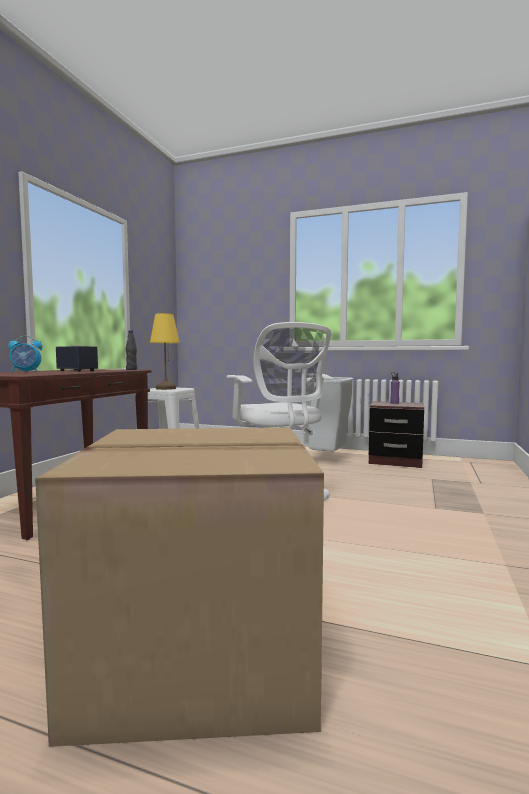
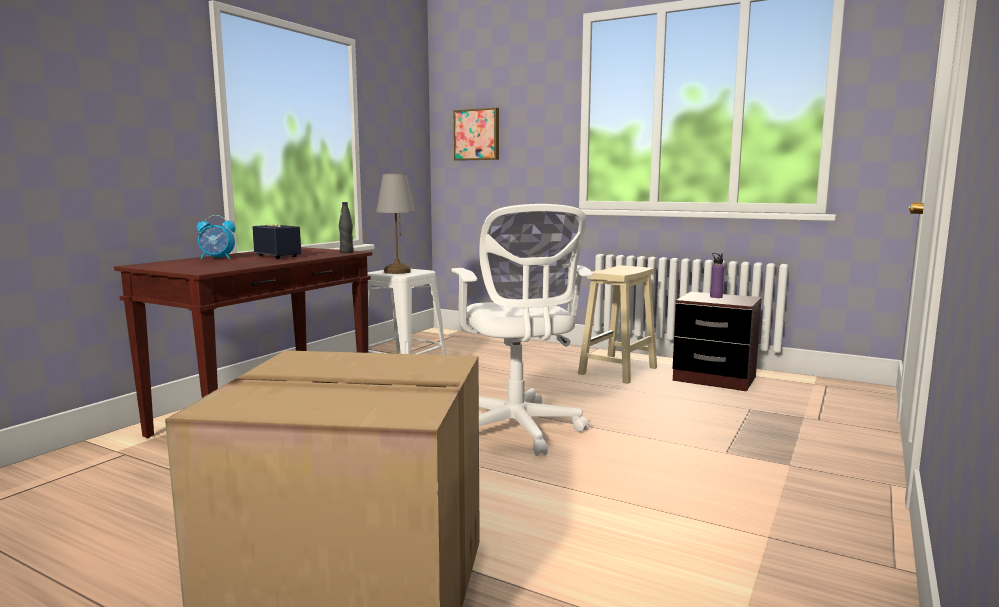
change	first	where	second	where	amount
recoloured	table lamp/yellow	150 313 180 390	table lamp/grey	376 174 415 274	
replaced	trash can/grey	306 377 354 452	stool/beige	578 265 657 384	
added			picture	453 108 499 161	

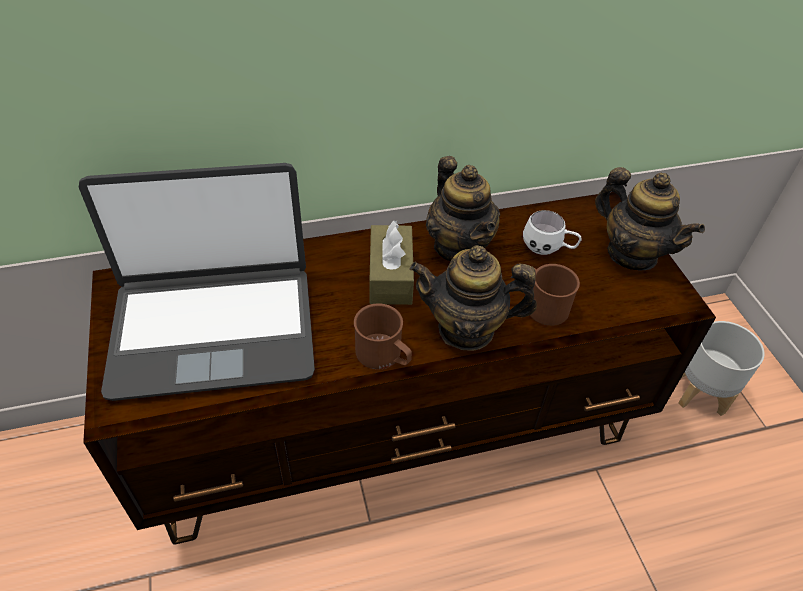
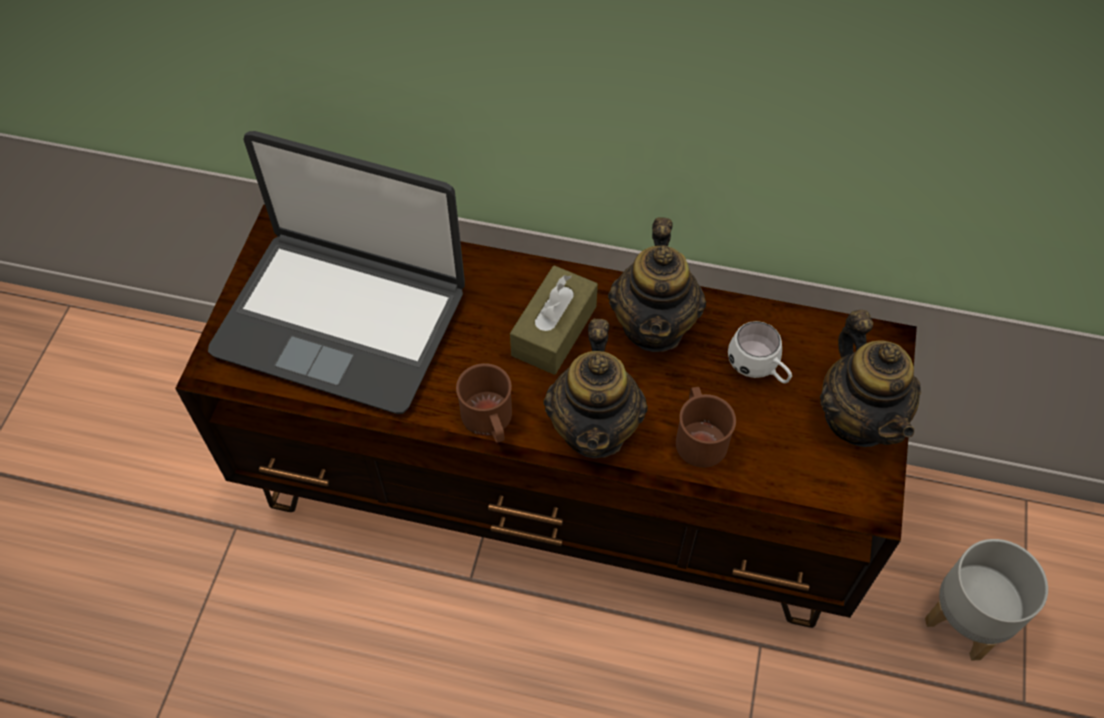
change	first	where	second	where	amount
turned	teapot	410 245 537 351		544 319 648 458	120 degrees counterclockwise

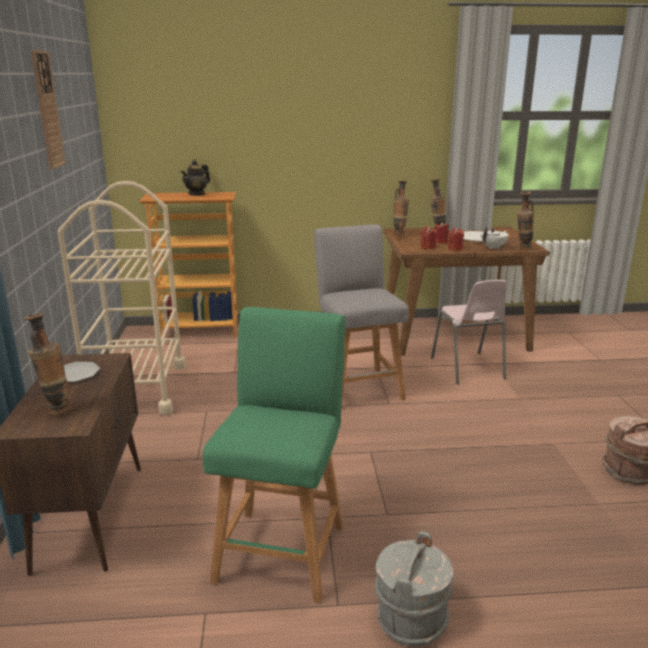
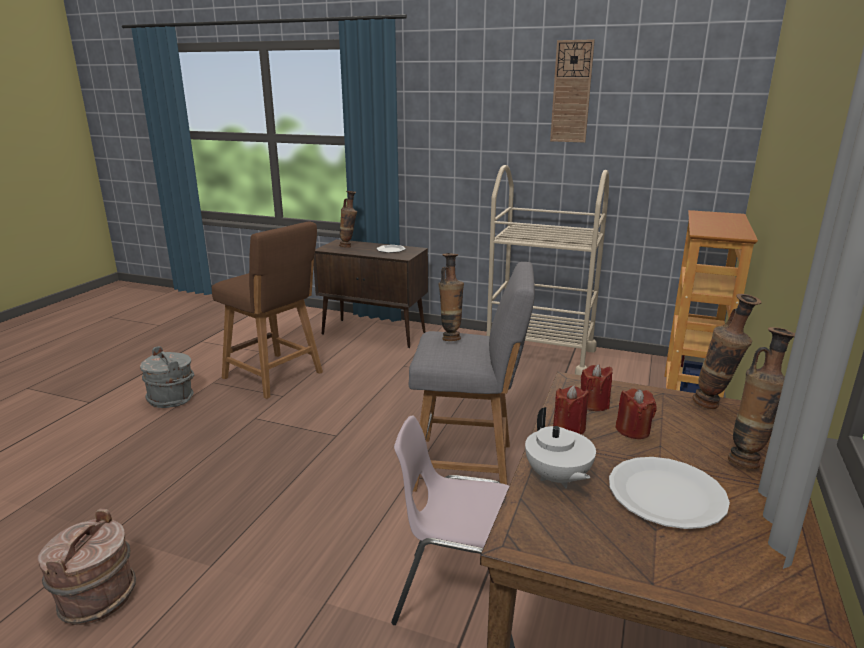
change	first	where	second	where	amount
removed	teapot	181 159 210 196			
recoloured	stool/green	203 307 345 603	stool/brown	212 222 323 399	
moved	vase	517 191 535 250		438 253 464 341	

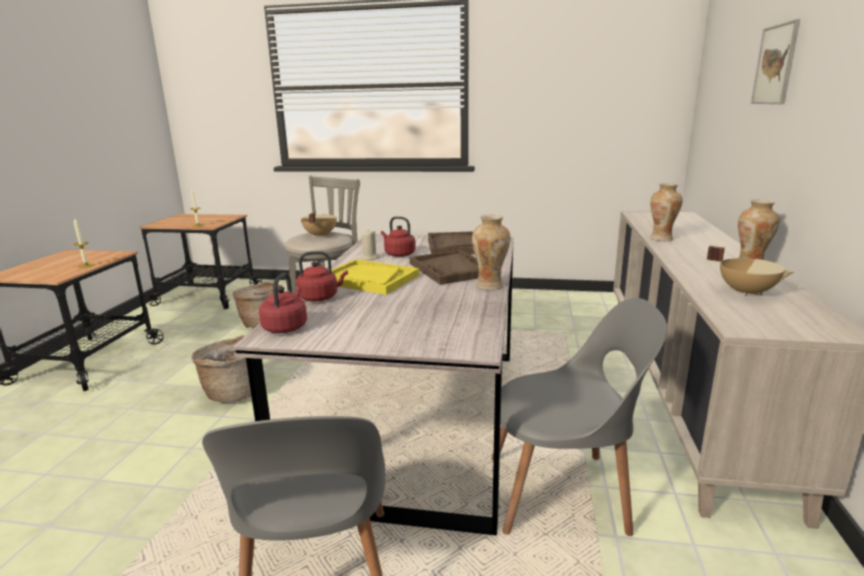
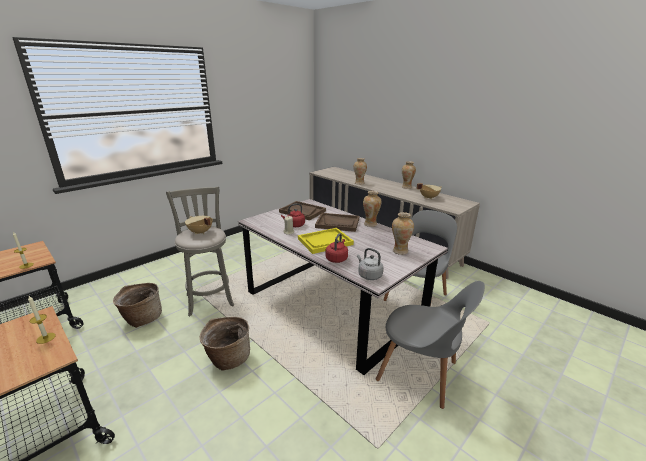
change	first	where	second	where	amount
recoloured	kettle/red	259 273 307 333	kettle/grey	357 248 383 280	
removed	picture	751 19 800 104			
added			vase	392 212 414 255	

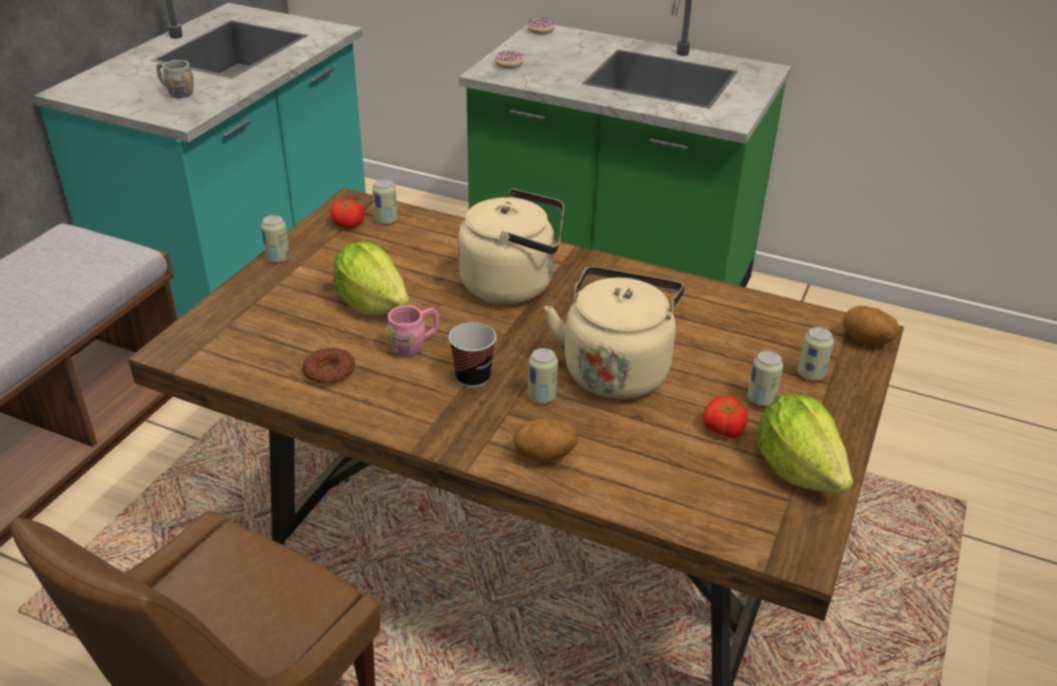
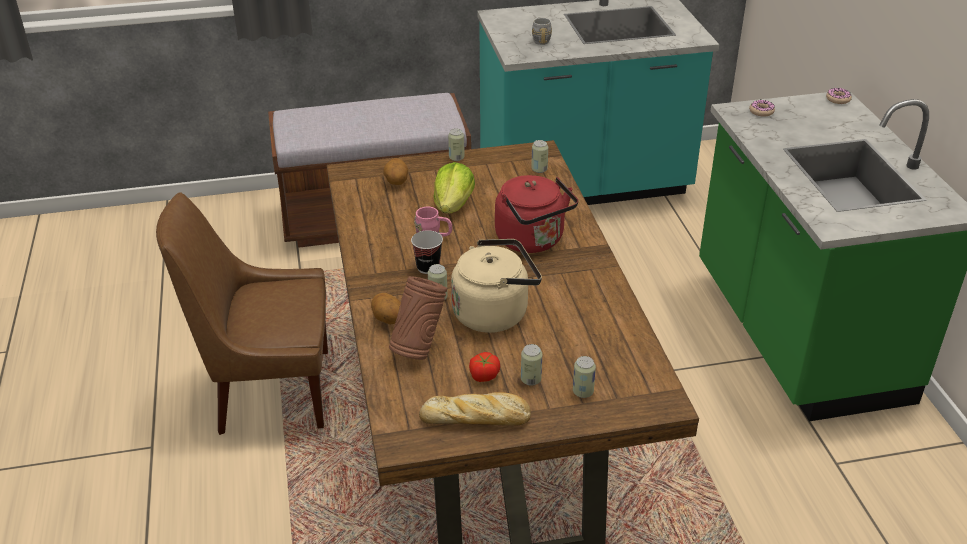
change	first	where	second	where	amount
removed	donut	303 348 355 385			
removed	tomato	331 200 365 229			
recoloured	kettle/beige	458 189 564 304	kettle/red	495 175 578 253	
replaced	lettuce	757 394 853 493	bread	419 392 531 426	
moved	potato	843 306 900 345		383 158 408 185	
added			vase/brown	389 276 447 360	

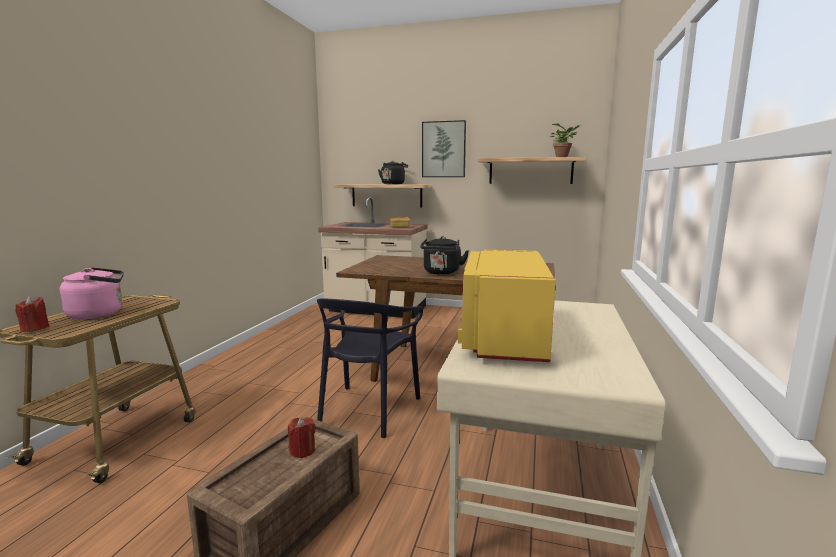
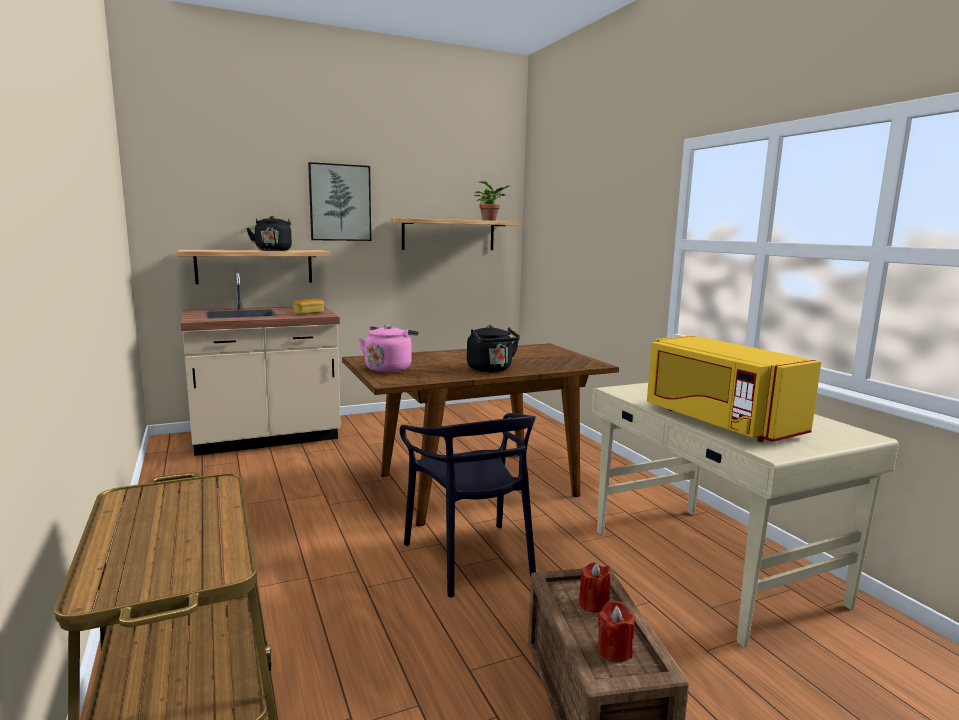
change	first	where	second	where	amount
moved	candle/red	15 296 49 332		598 601 635 662	
moved	kettle/pink	59 267 124 319		359 325 419 373	

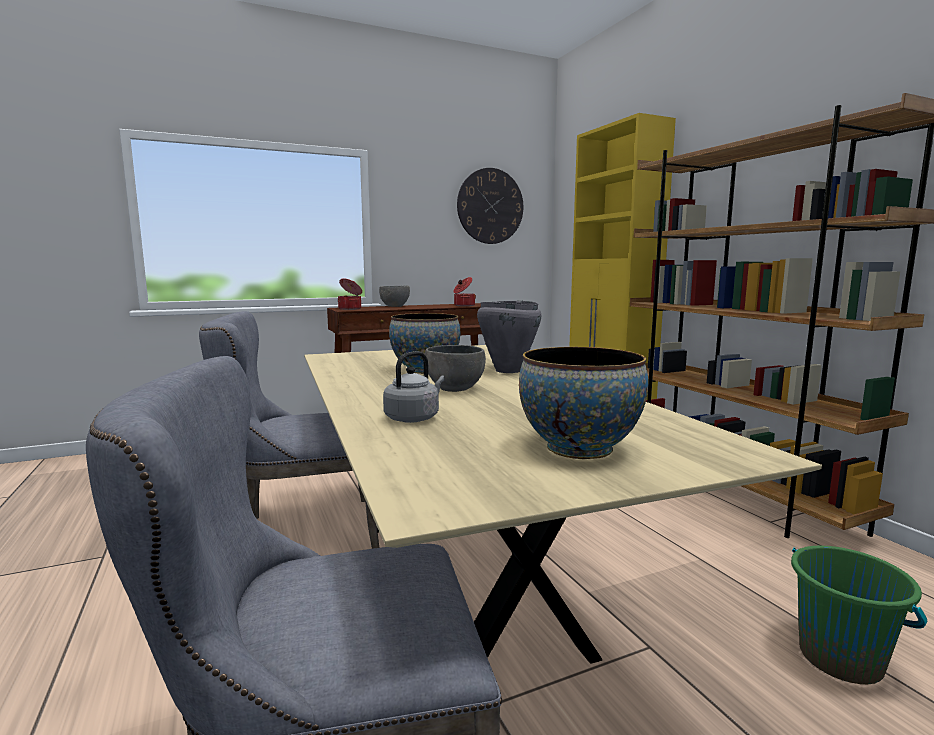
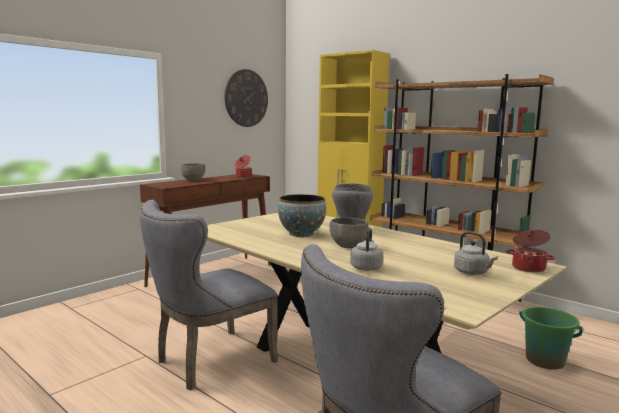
change	first	where	second	where	amount
moved	cooking pot	337 278 362 310		506 230 555 273	
replaced	bowl	519 347 648 459	kettle/grey	454 232 498 275	

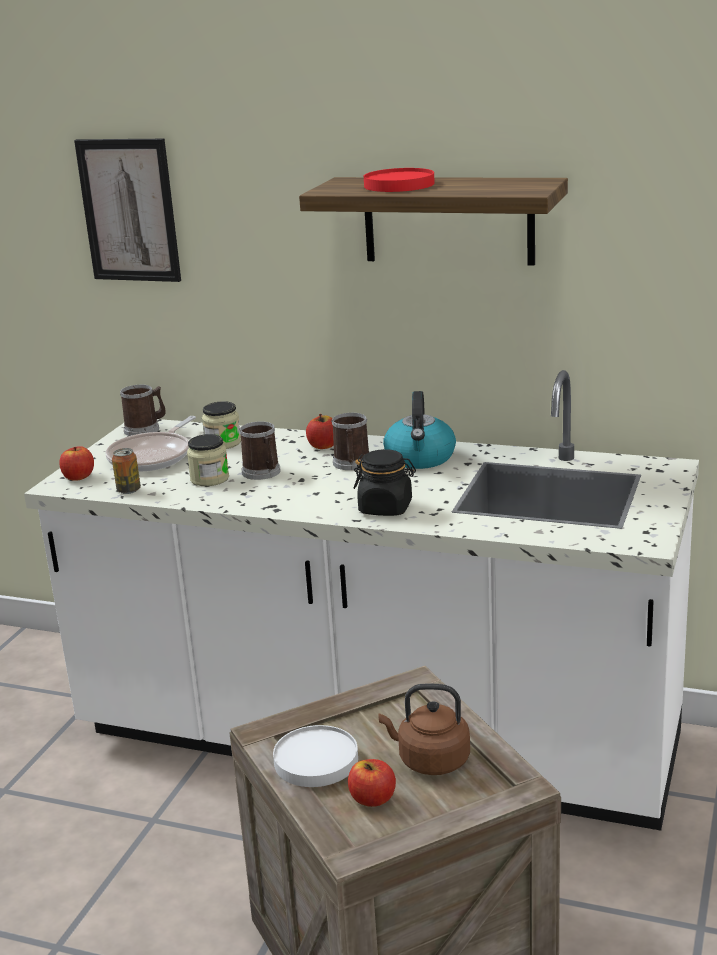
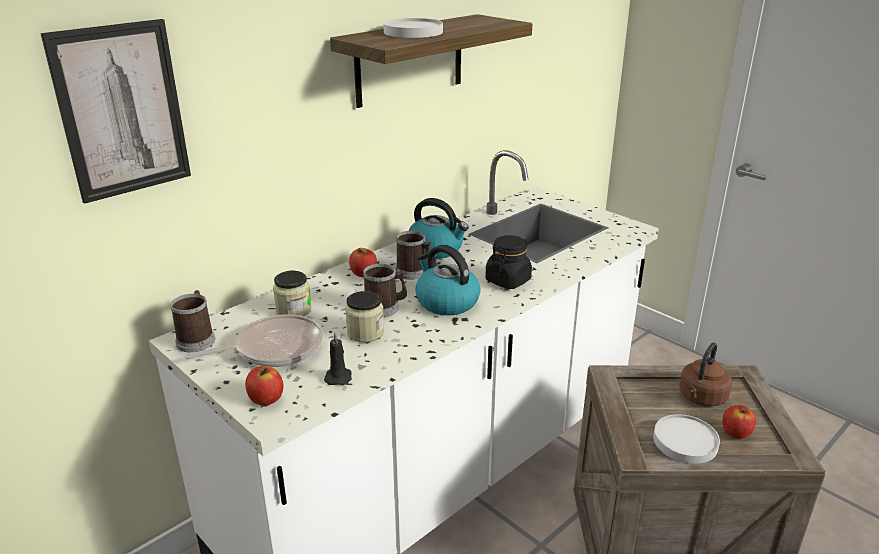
change	first	where	second	where	amount
turned	frying pan	105 416 196 472		185 314 323 367	75 degrees counterclockwise
replaced	can	112 448 141 494	candle/black	324 333 352 385	
recoloured	plate/red	364 168 435 192	plate/white	383 18 443 38	
added			kettle	415 245 481 315	

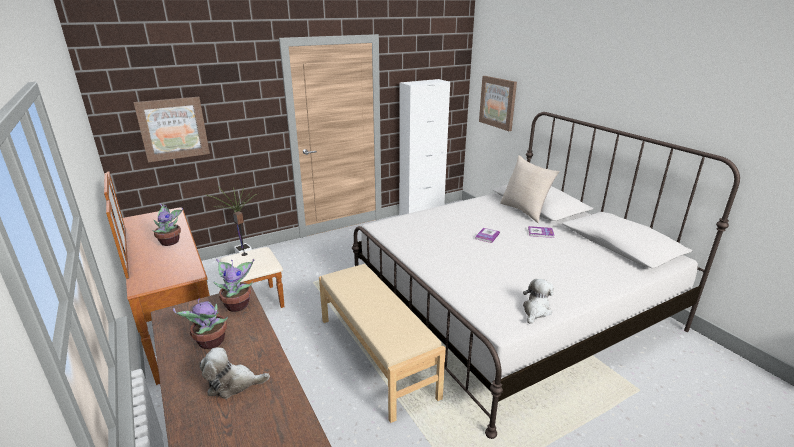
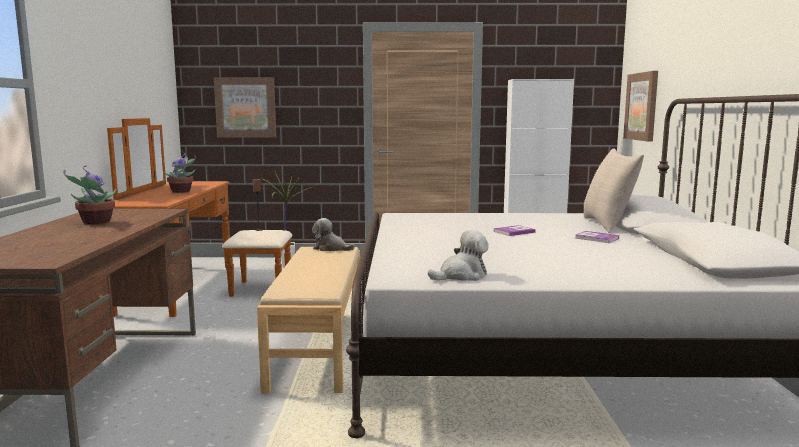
change	first	where	second	where	amount
moved	plush toy	200 348 270 399		312 218 355 251	
removed	potted plant	213 259 255 312			

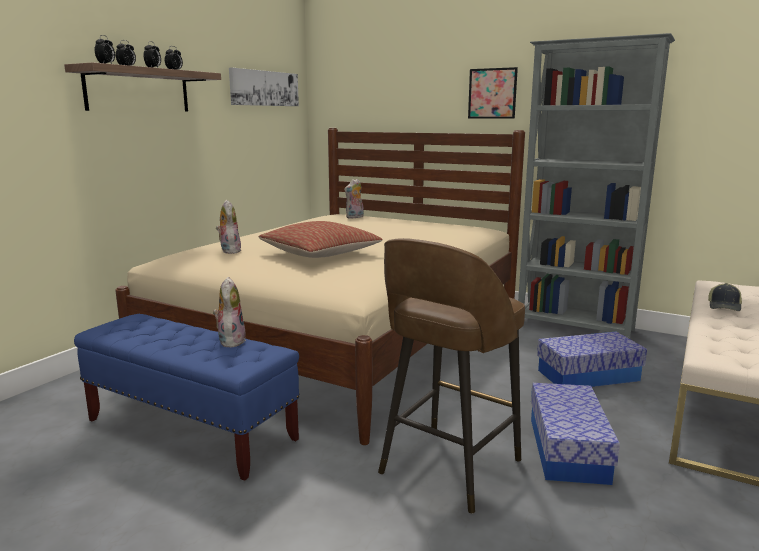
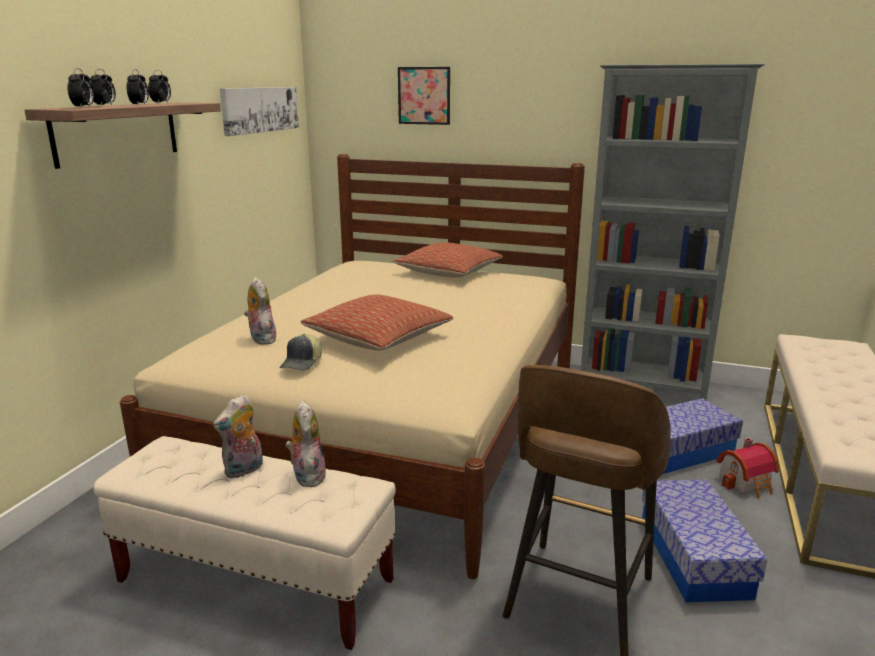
change	first	where	second	where	amount
recoloured	bench/blue	74 314 299 481	bench/beige	94 436 396 650	
moved	plush toy	344 179 364 219		213 394 263 478	
moved	picture	468 67 518 119		398 67 450 125	
moved	cap	708 283 742 311		279 334 322 371	
added			pillow	394 242 503 278	
added			toy house	716 438 779 498	

